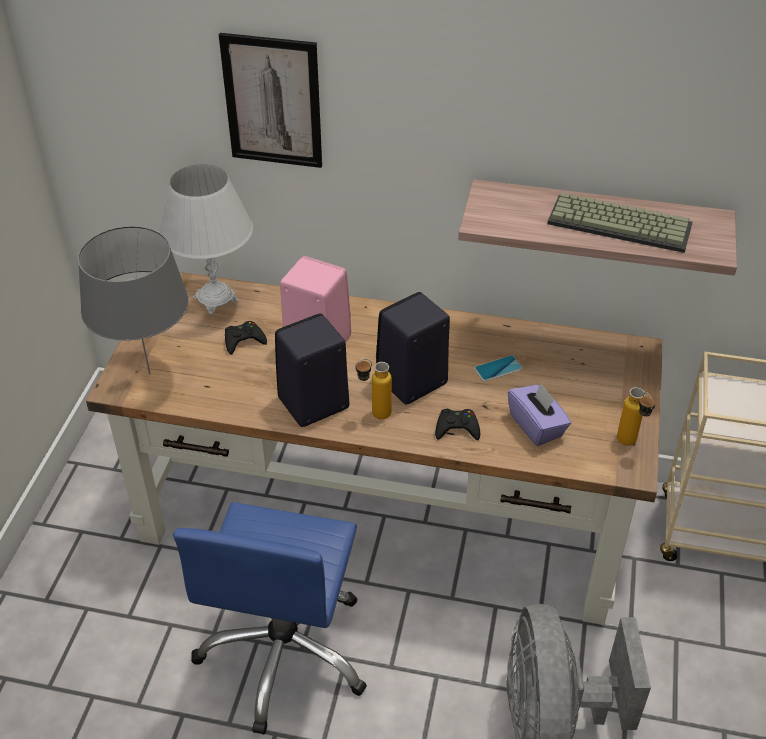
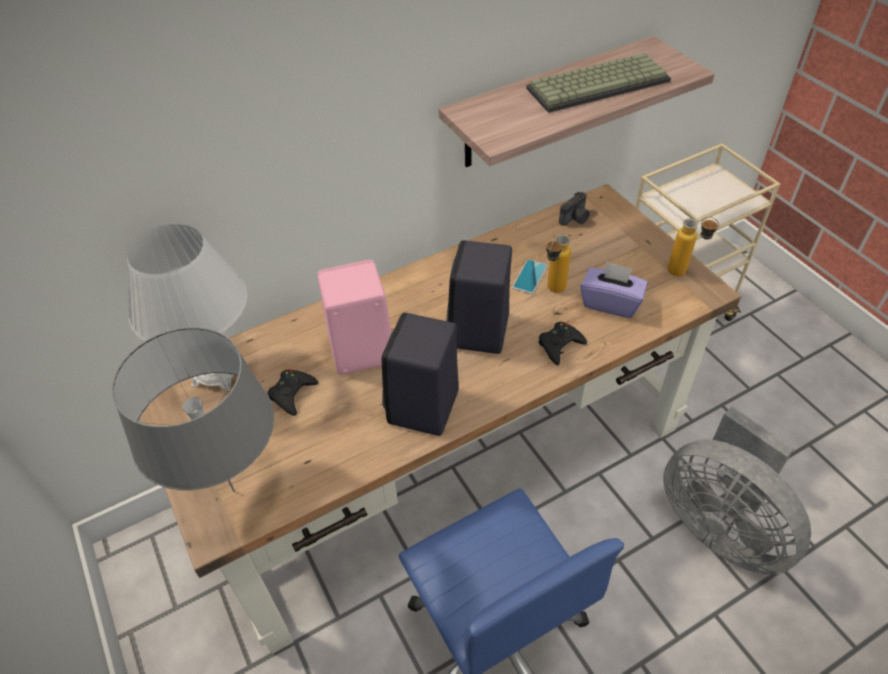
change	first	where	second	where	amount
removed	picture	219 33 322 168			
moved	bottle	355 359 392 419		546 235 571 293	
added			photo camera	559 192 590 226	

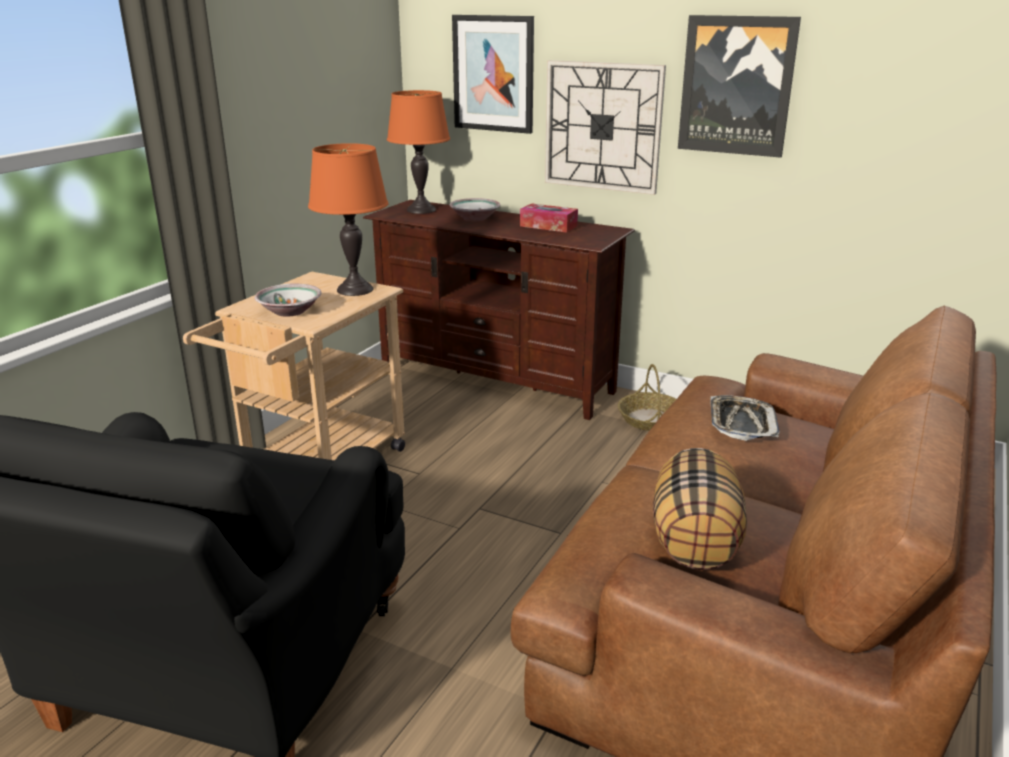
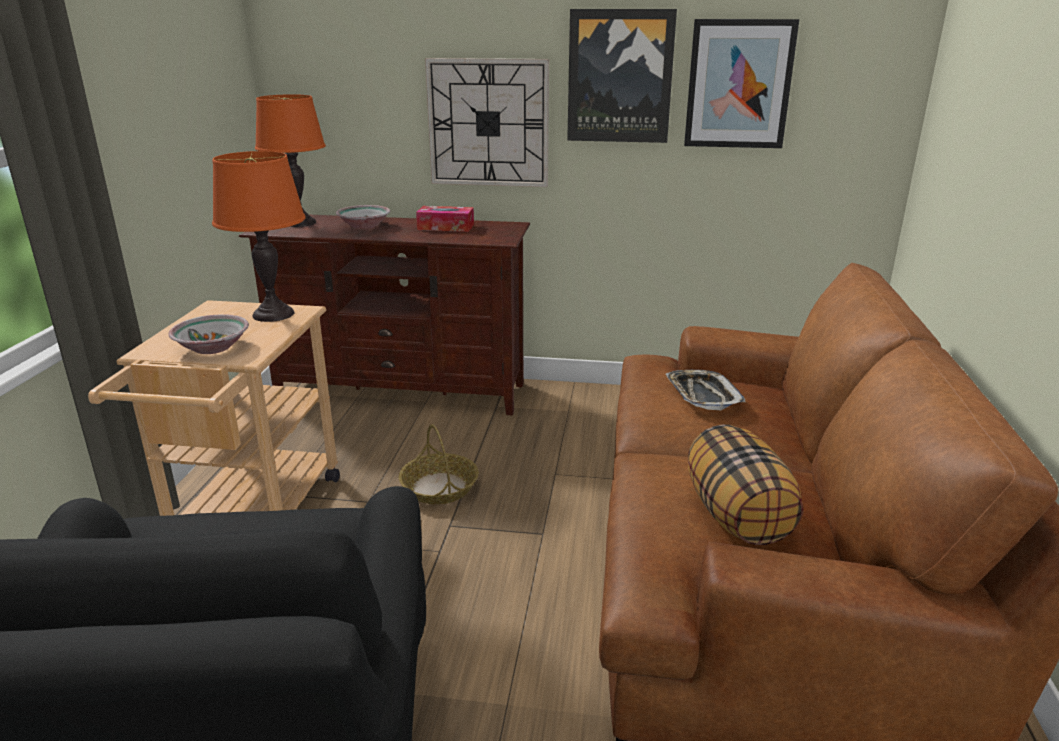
change	first	where	second	where	amount
moved	picture	452 15 534 134		684 19 799 148	
moved	basket	618 364 676 431		399 424 479 504	

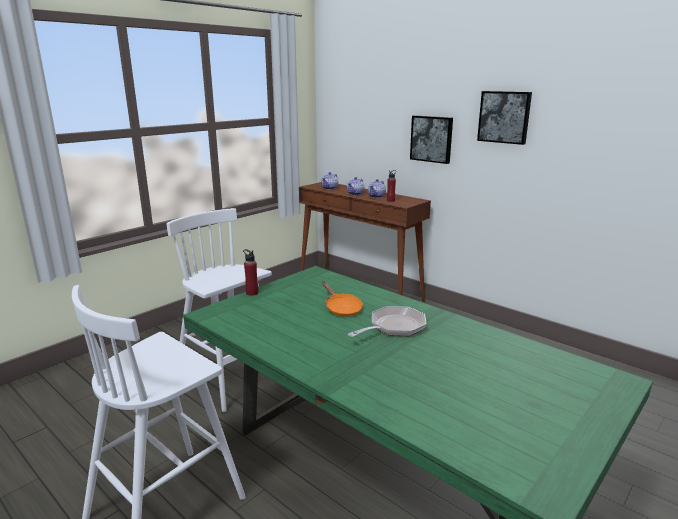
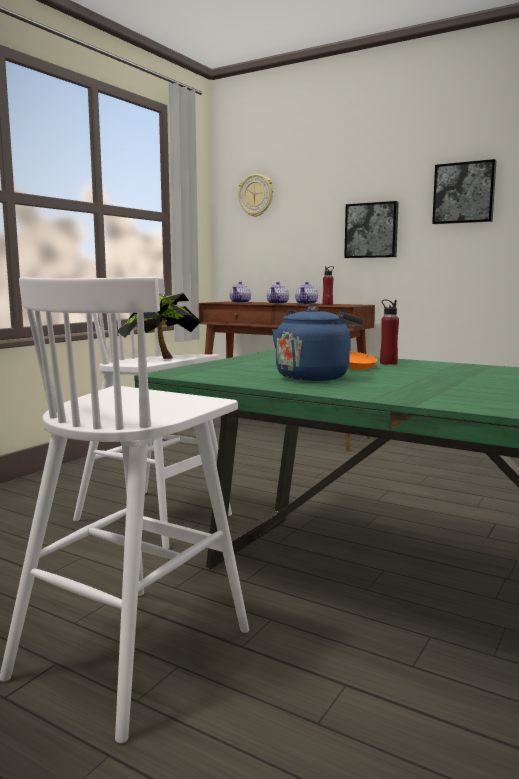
change	first	where	second	where	amount
moved	bottle/red	243 249 258 296		380 299 399 365	
removed	frying pan	348 306 426 337			
added			potted plant	117 293 200 359	
added			wall clock	238 174 274 217	
added			kettle/blue	272 306 364 381	

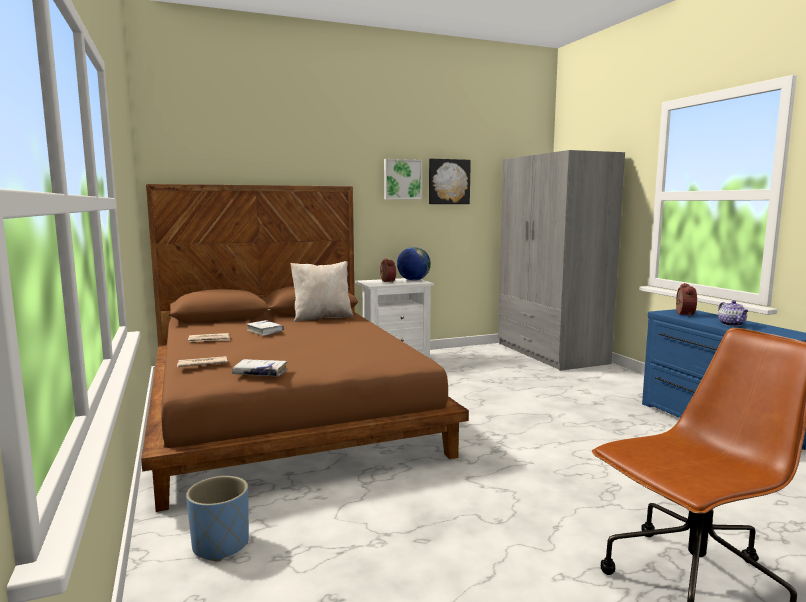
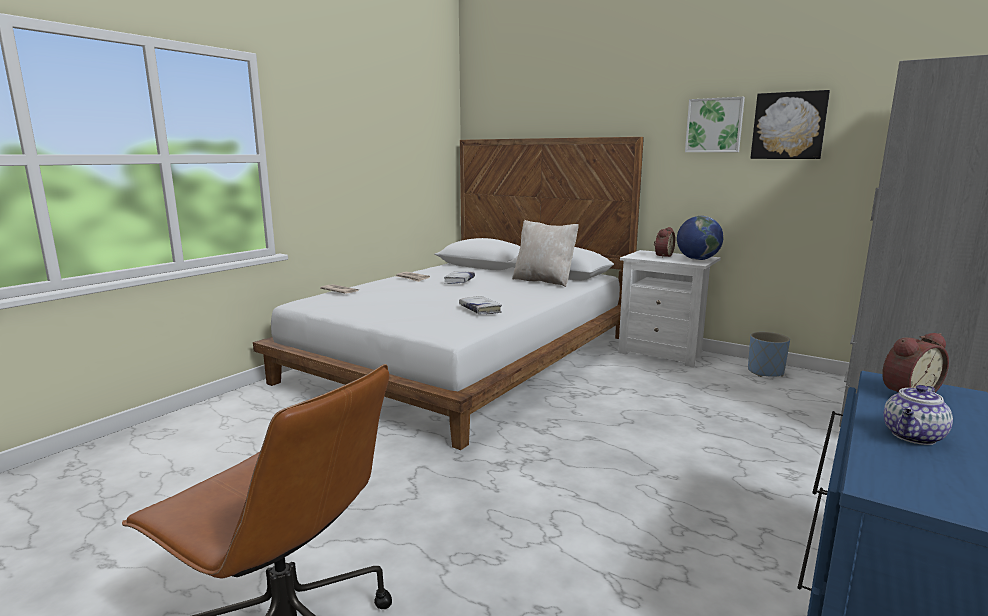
change	first	where	second	where	amount
recoloured	bed/brown	141 184 469 512	bed/white	253 137 644 450	
moved	planter/blue	186 476 249 561		748 332 790 377	
moved	book/white	232 359 288 376		459 296 502 314	

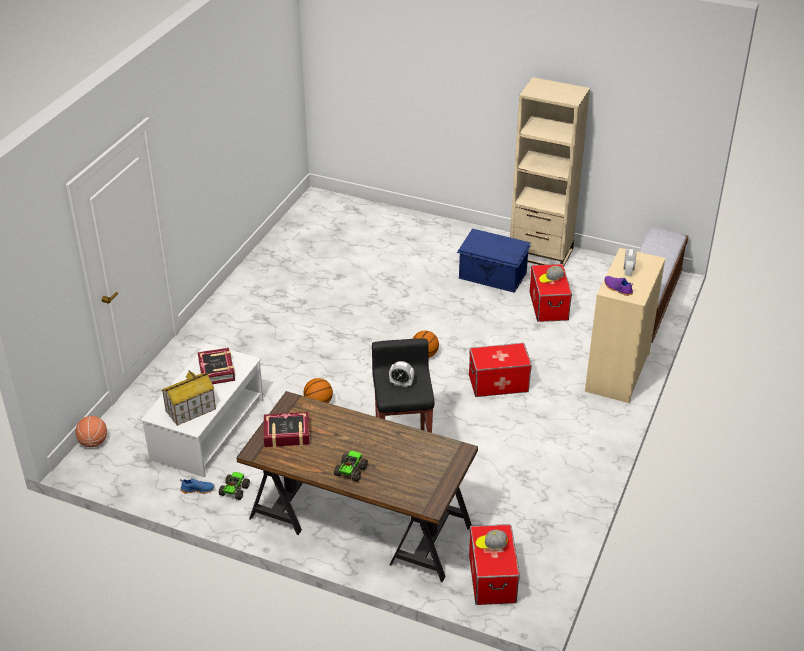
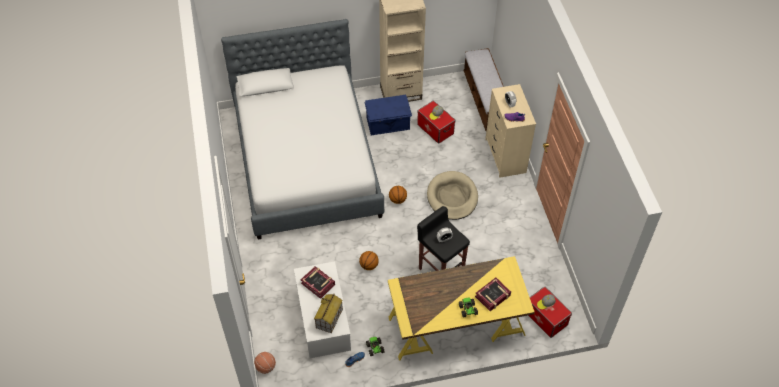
change	first	where	second	where	amount
recoloured	desk/brown	236 391 478 583	desk/yellow	388 256 535 361	
moved	book	264 412 310 448		475 278 511 311	
replaced	storage box	469 343 532 397	dog bed/beige	427 171 478 220	
added			bed	221 19 384 240	

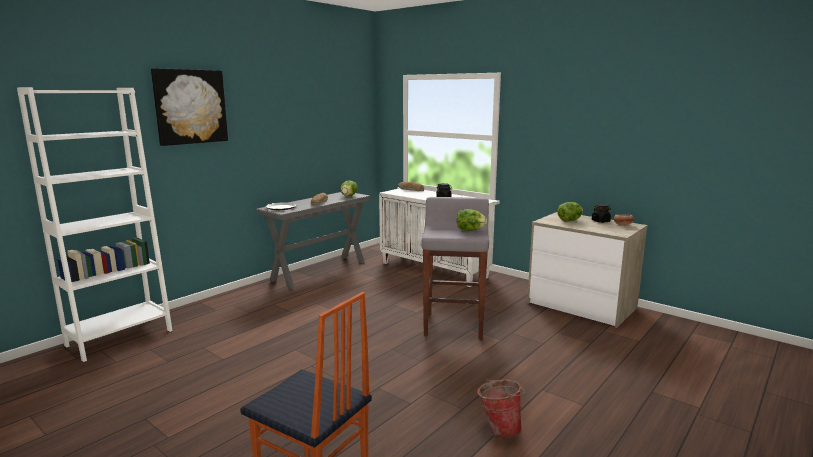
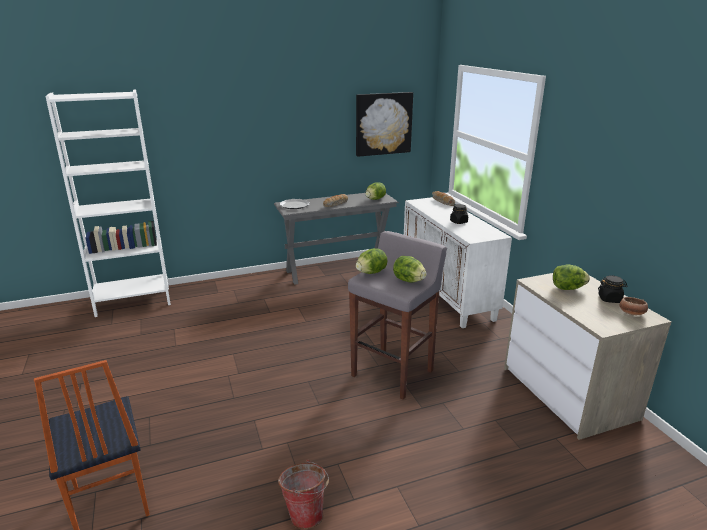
change	first	where	second	where	amount
moved	picture	151 68 228 146		356 92 413 157	
added			lettuce	356 248 388 274	

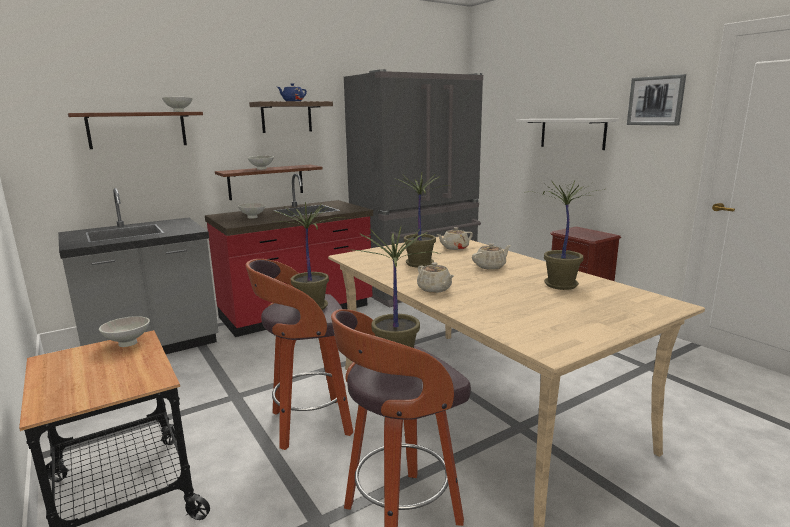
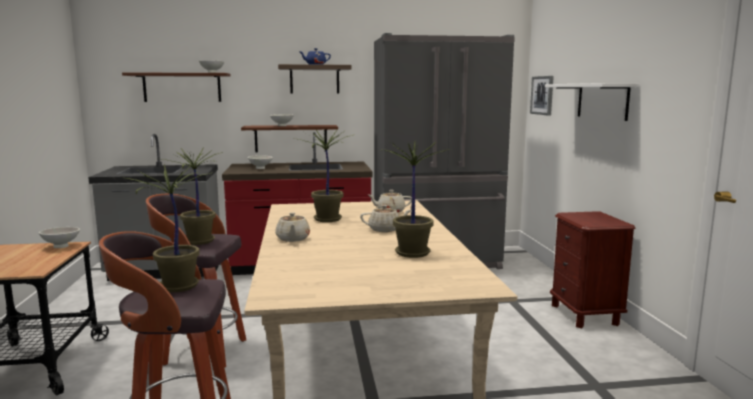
change	first	where	second	where	amount
moved	picture	627 74 686 125		530 76 554 116	

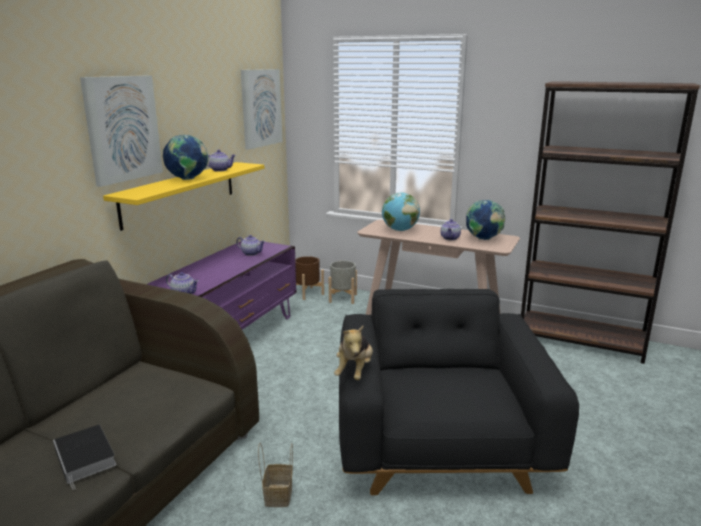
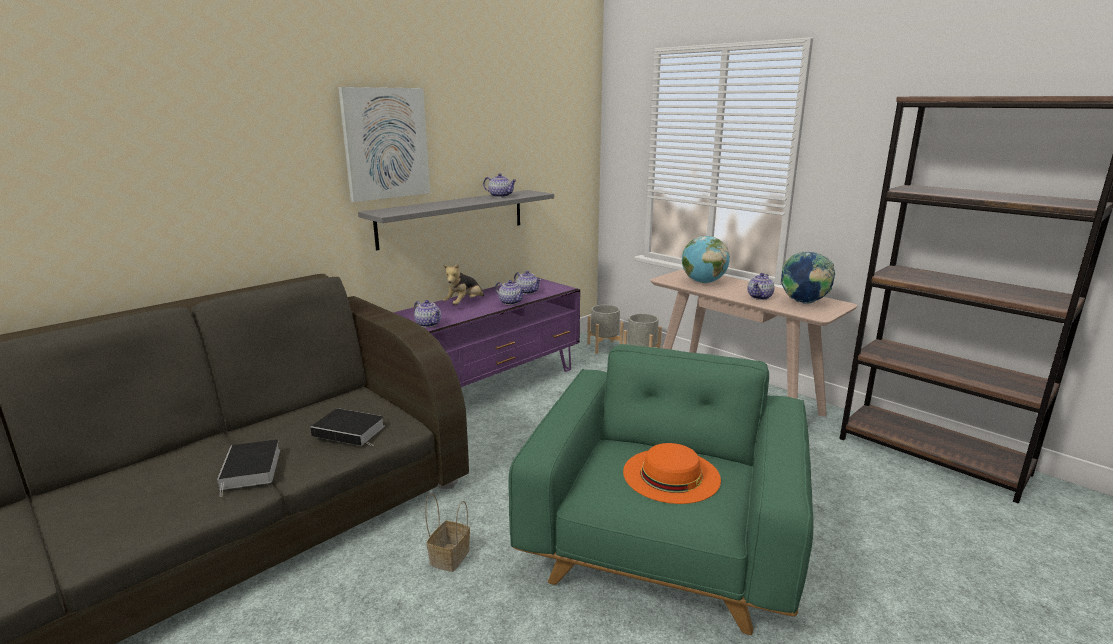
change	first	where	second	where	amount
recoloured	shelf/yellow	103 162 264 231	shelf/grey	358 190 554 251	
removed	globe	163 135 208 180			
removed	picture	241 69 283 149			
recoloured	planter/brown	295 256 324 300	planter/grey	587 305 624 354	
moved	plush toy	334 326 373 380		443 263 484 305	
recoloured	armchair/black	339 289 579 495	armchair/green	509 344 813 635	
added			book	310 408 385 446	
added			teapot	495 280 526 305	
added			hat/orange	623 443 721 504	

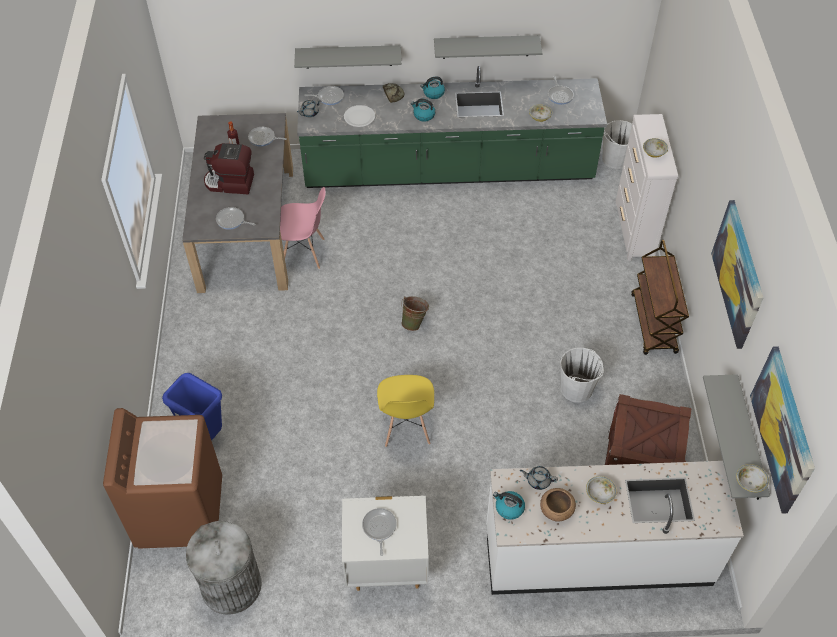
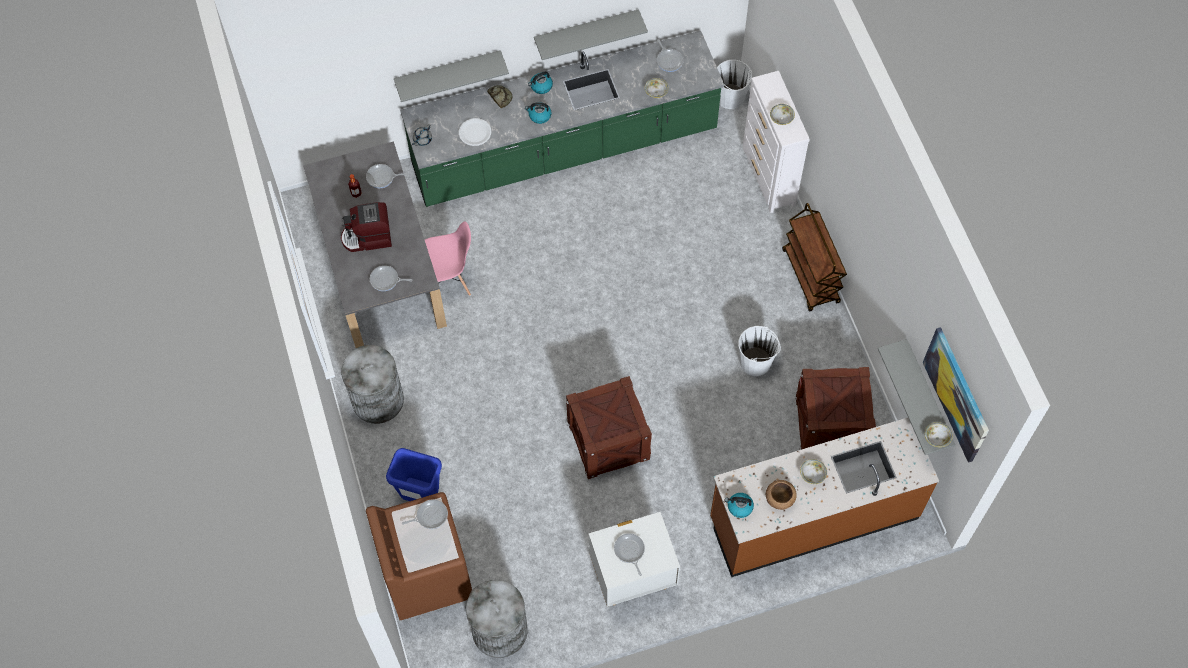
change	first	where	second	where	amount
moved	frying pan	304 86 344 105		402 499 448 529	
replaced	chair/yellow	377 375 434 447	crate	566 376 652 479	
removed	bucket/green	401 296 429 331			
recoloured	counter/white	486 461 744 595	counter/brown	710 418 939 577	
removed	teapot/grey	520 466 558 490			
removed	picture	711 200 764 349			
added			trash can/grey	341 345 404 424	

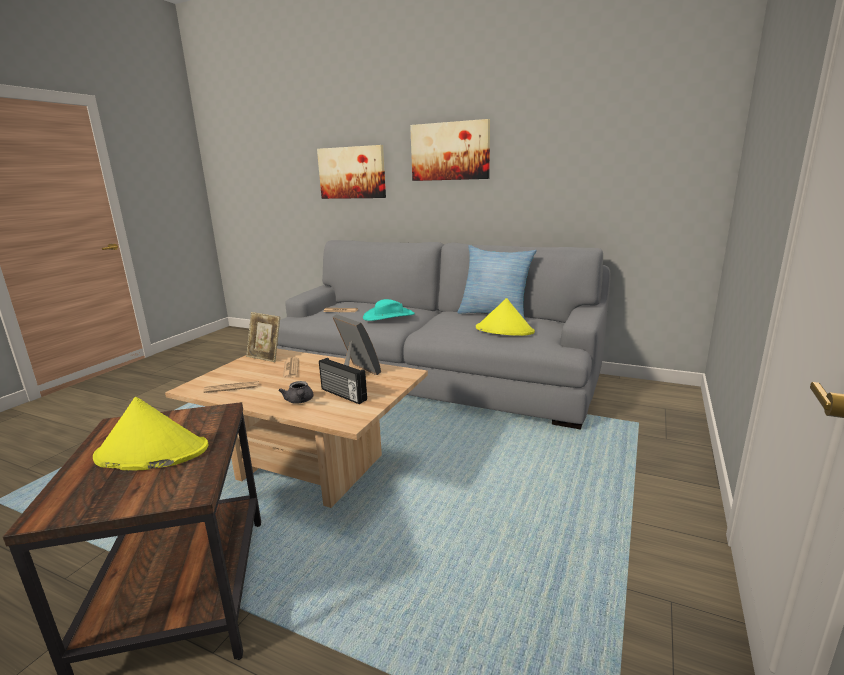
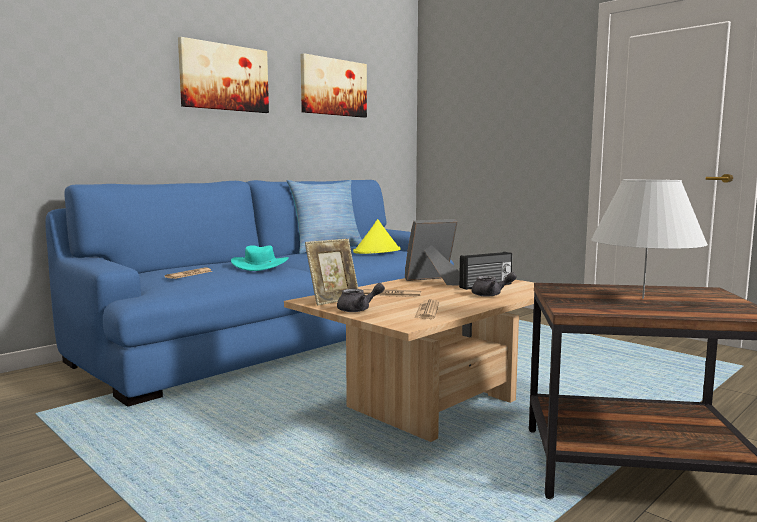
change	first	where	second	where	amount
replaced	hat/yellow	93 397 208 470	table lamp/white	591 179 708 299	
recoloured	sofa/grey	277 240 611 429	sofa/blue	45 180 454 407	
moved	picture	317 145 386 199		300 53 367 118	
added			teapot/grey	337 283 385 312	

